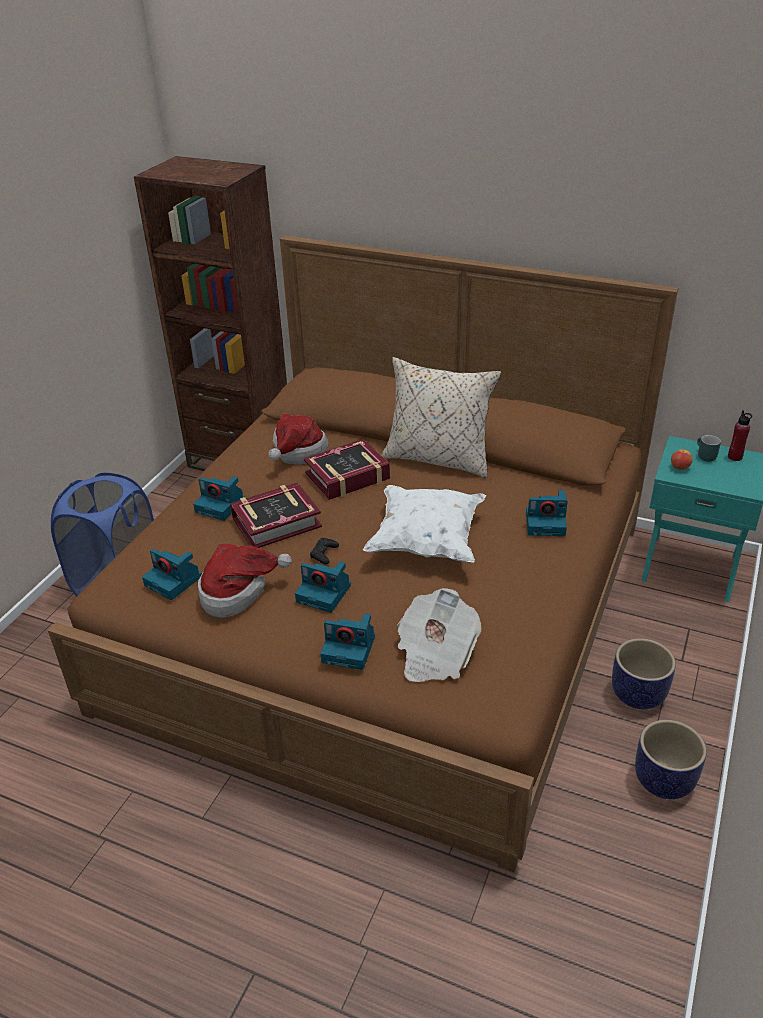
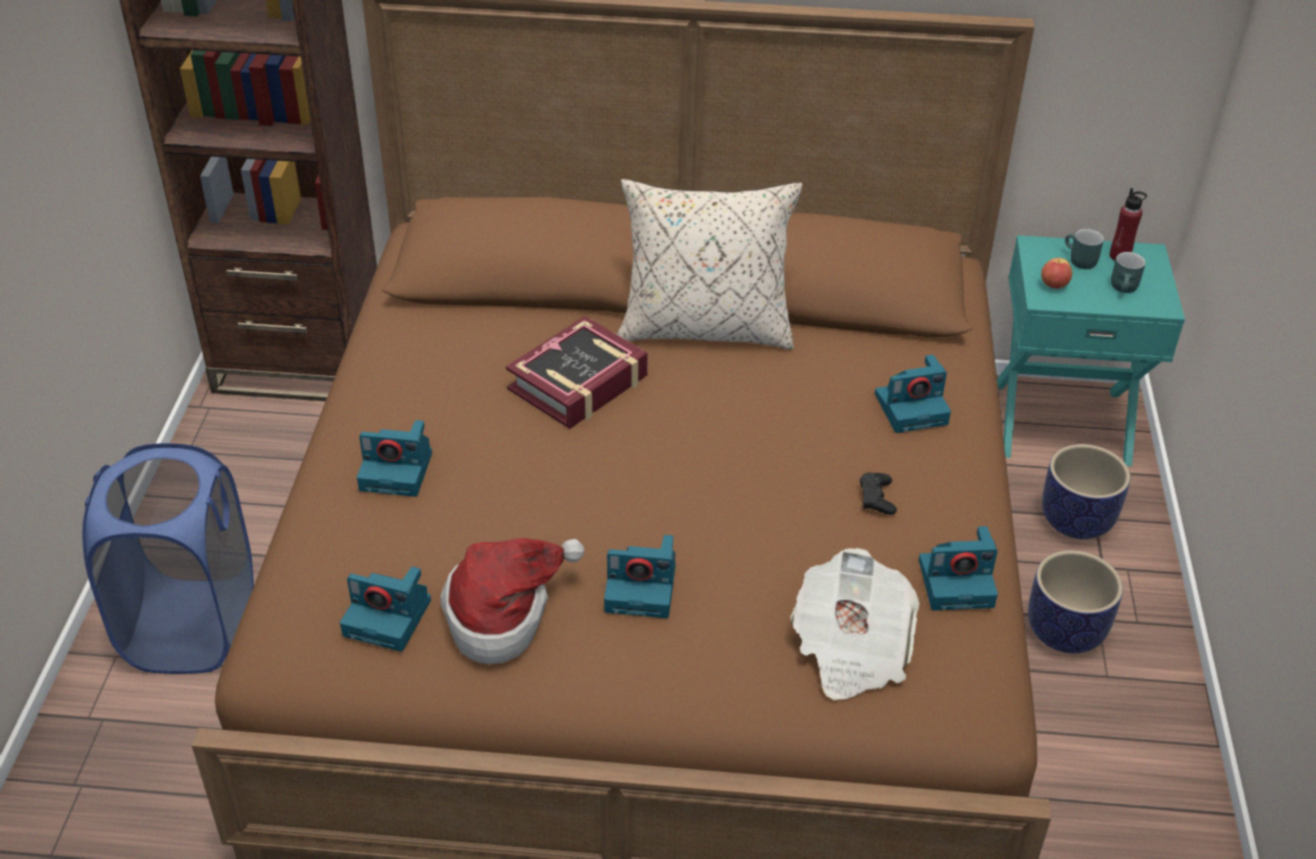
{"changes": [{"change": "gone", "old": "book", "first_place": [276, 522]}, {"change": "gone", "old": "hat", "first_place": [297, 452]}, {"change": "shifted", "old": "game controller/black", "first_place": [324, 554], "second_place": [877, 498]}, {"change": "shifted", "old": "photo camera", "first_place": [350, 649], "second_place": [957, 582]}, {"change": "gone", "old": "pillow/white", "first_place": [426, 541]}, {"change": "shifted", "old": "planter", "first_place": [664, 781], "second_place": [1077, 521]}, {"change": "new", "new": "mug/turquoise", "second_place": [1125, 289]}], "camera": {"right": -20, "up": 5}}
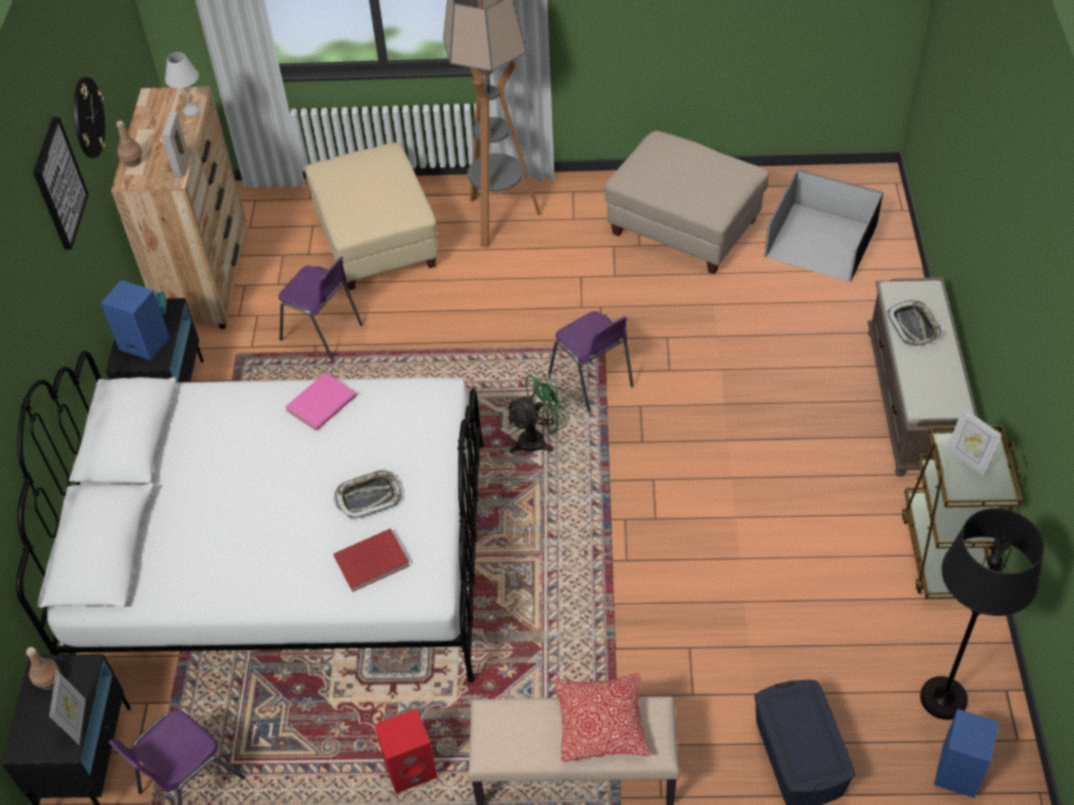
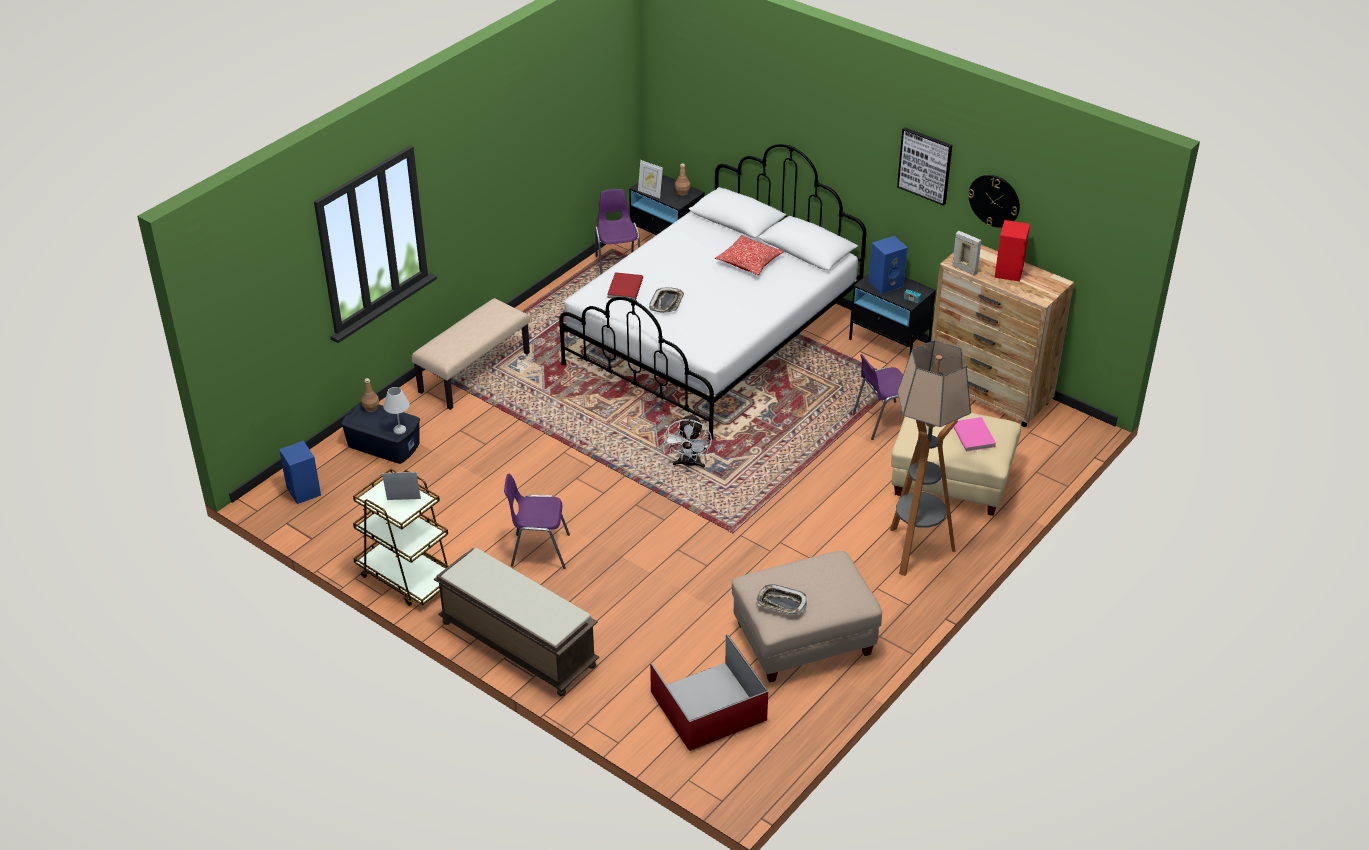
{"changes": [{"change": "shifted", "old": "bottle/brown", "first_place": [133, 161], "second_place": [371, 408]}, {"change": "shifted", "old": "table lamp/white", "first_place": [190, 111], "second_place": [400, 429]}, {"change": "shifted", "old": "book/pink", "first_place": [320, 403], "second_place": [974, 435]}, {"change": "shifted", "old": "speaker/red", "first_place": [411, 768], "second_place": [1009, 272]}, {"change": "repainted", "old": "fan/green", "new": "fan/white", "first_place": [538, 439], "second_place": [689, 464]}, {"change": "shifted", "old": "chair/purple", "first_place": [592, 381], "second_place": [538, 550]}, {"change": "shifted", "old": "pillow", "first_place": [601, 724], "second_place": [749, 262]}, {"change": "repainted", "old": "storage box/black", "new": "storage box/red", "first_place": [819, 240], "second_place": [709, 705]}, {"change": "shifted", "old": "tray", "first_place": [914, 326], "second_place": [781, 603]}, {"change": "gone", "old": "floor lamp/black", "first_place": [943, 699]}], "camera": {"right": 125, "up": -10}}
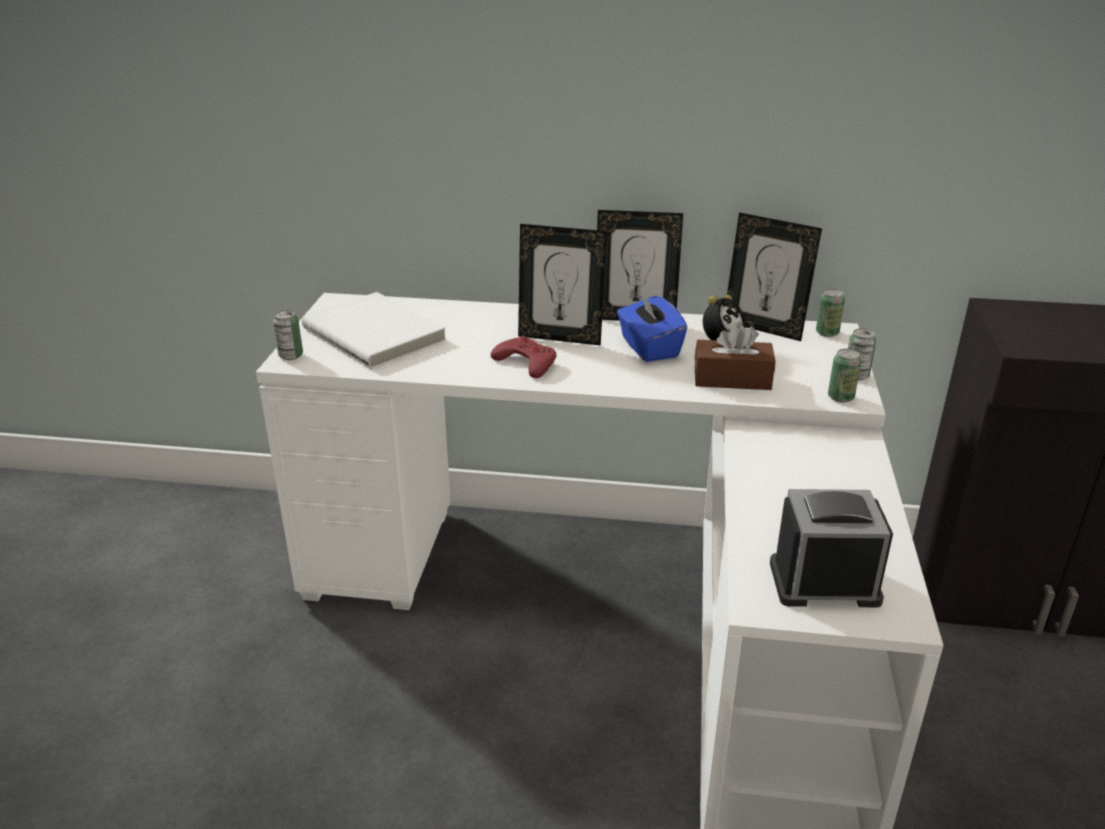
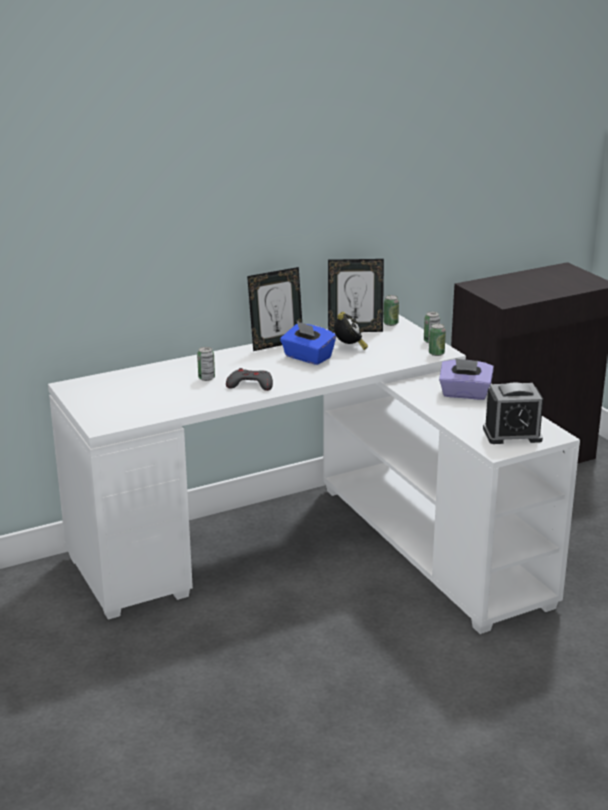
{"changes": [{"change": "shifted", "old": "can", "first_place": [291, 356], "second_place": [206, 378]}, {"change": "gone", "old": "book/white", "first_place": [376, 334]}, {"change": "repainted", "old": "game controller/red", "new": "game controller/grey", "first_place": [526, 363], "second_place": [250, 384]}, {"change": "gone", "old": "picture frame", "first_place": [560, 337]}, {"change": "gone", "old": "tissue box/brown", "first_place": [732, 379]}, {"change": "rotated", "old": "alarm clock", "first_place": [824, 582], "second_place": [512, 434], "degrees": -150}, {"change": "new", "new": "tissue box/purple", "second_place": [465, 394]}], "camera": {"right": -35, "up": -5}}
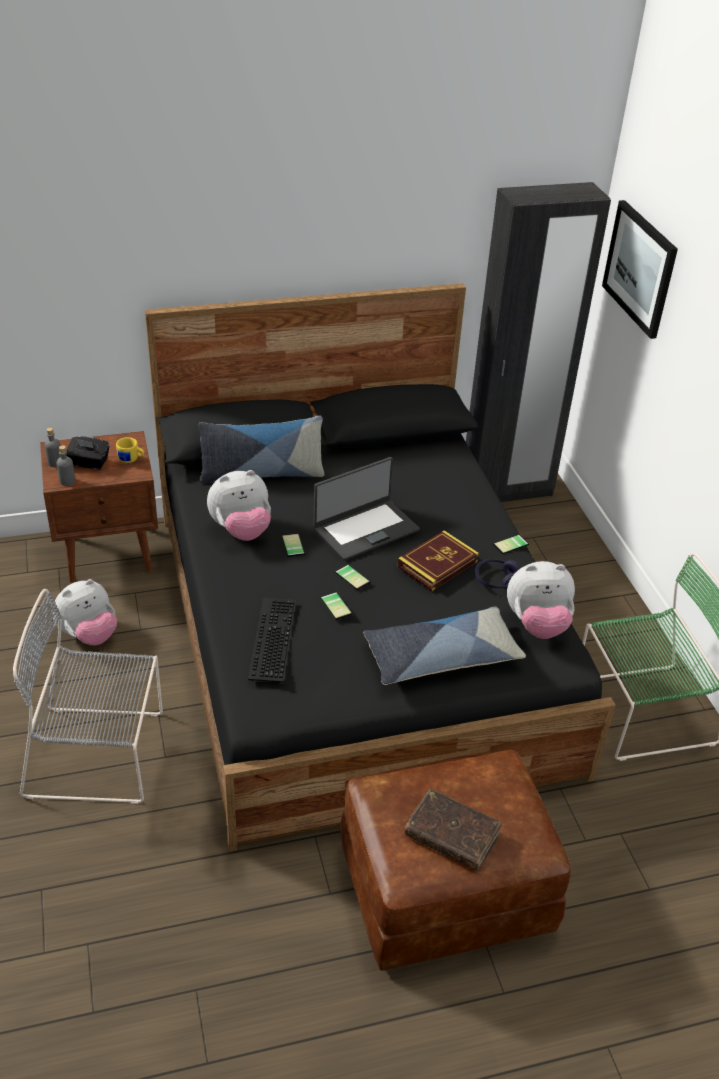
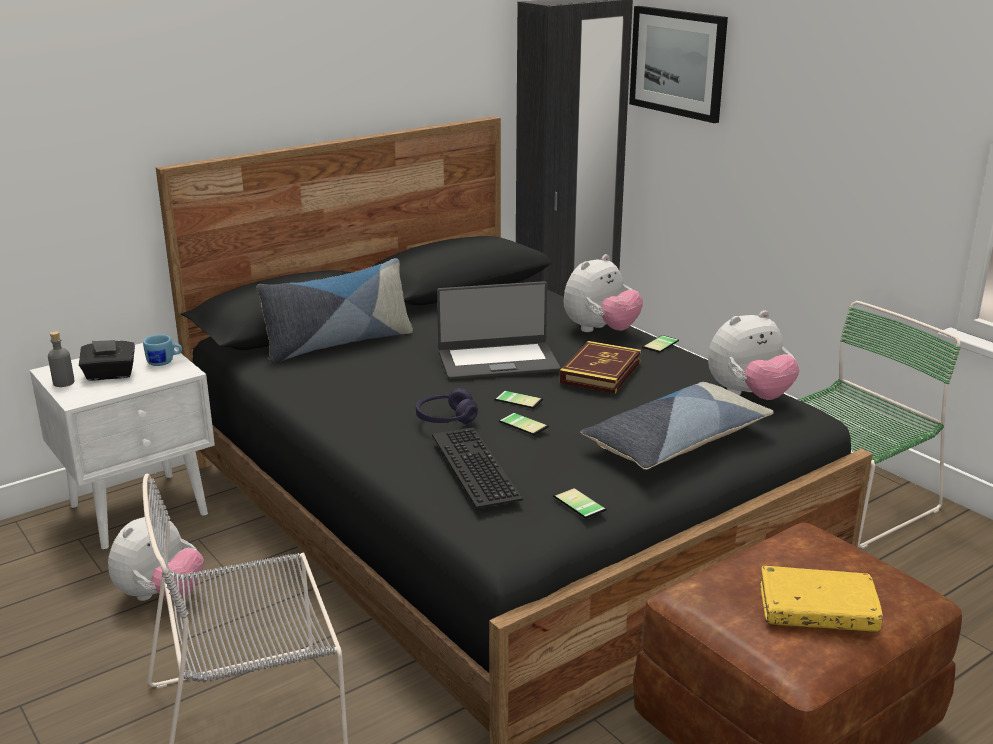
{"changes": [{"change": "repainted", "old": "nightstand/brown", "new": "nightstand/white", "first_place": [110, 553], "second_place": [141, 509]}, {"change": "gone", "old": "bottle/grey", "first_place": [67, 481]}, {"change": "repainted", "old": "mug/yellow", "new": "mug/blue", "first_place": [131, 459], "second_place": [164, 362]}, {"change": "shifted", "old": "plush toy", "first_place": [241, 531], "second_place": [600, 330]}, {"change": "shifted", "old": "phone", "first_place": [291, 545], "second_place": [577, 504]}, {"change": "rotated", "old": "laptop", "first_place": [365, 529], "second_place": [498, 361], "degrees": 45}, {"change": "repainted", "old": "book/brown", "new": "book/yellow", "first_place": [452, 835], "second_place": [817, 610]}, {"change": "shifted", "old": "headphones/purple", "first_place": [496, 580], "second_place": [446, 418]}], "camera": {"right": -20, "up": -15}}
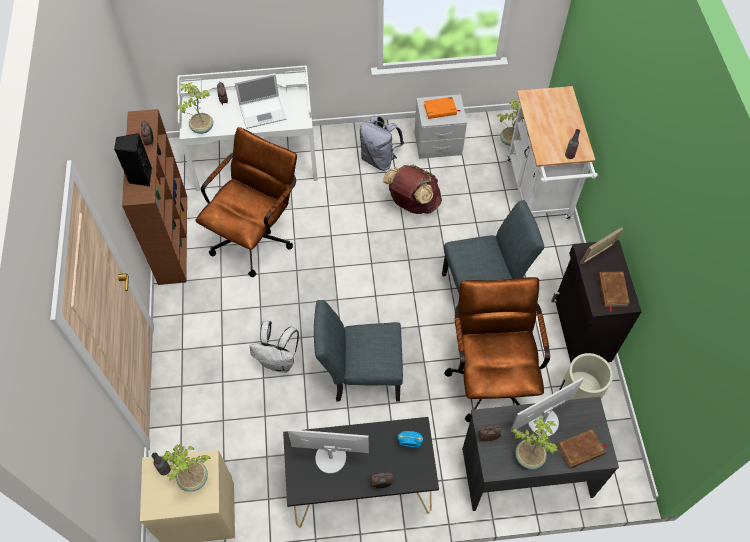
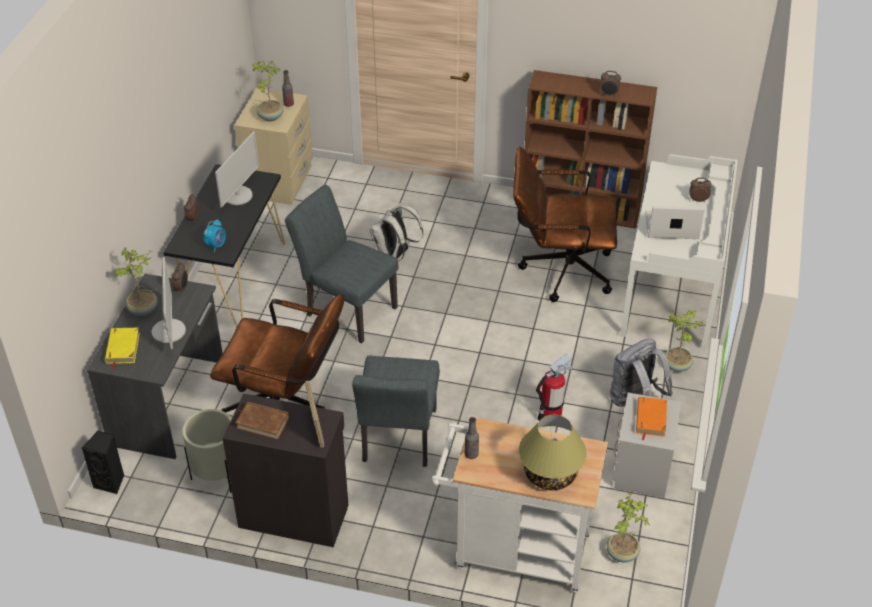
{"changes": [{"change": "shifted", "old": "speaker/black", "first_place": [140, 177], "second_place": [111, 482]}, {"change": "shifted", "old": "potted plant", "first_place": [201, 128], "second_place": [677, 365]}, {"change": "rotated", "old": "office chair/brown", "first_place": [256, 235], "second_place": [559, 270], "degrees": 135}, {"change": "rotated", "old": "laptop", "first_place": [263, 112], "second_place": [670, 226], "degrees": 90}, {"change": "rotated", "old": "chair/grey", "first_place": [360, 376], "second_place": [346, 308], "degrees": -75}, {"change": "swapped", "old": "backpack/brown", "new": "fire extinguisher", "first_place": [412, 203], "second_place": [550, 413]}, {"change": "repainted", "old": "book/brown", "new": "book/yellow", "first_place": [580, 450], "second_place": [122, 348]}, {"change": "new", "new": "table lamp", "second_place": [549, 474]}], "camera": {"right": 110, "up": -15}}
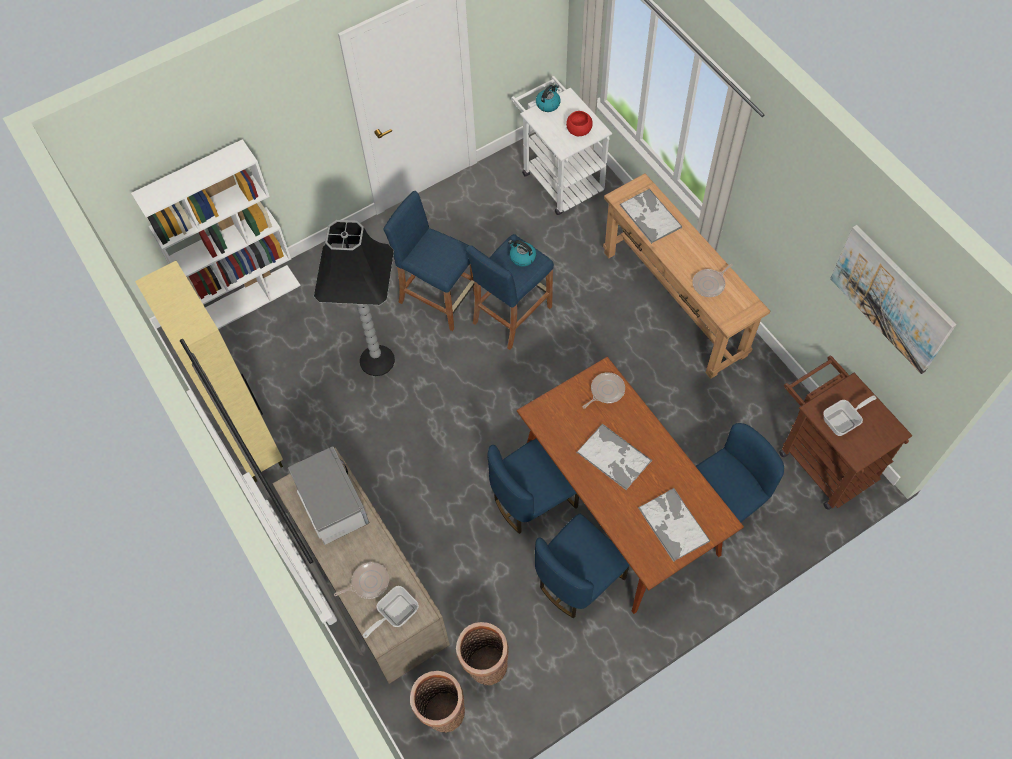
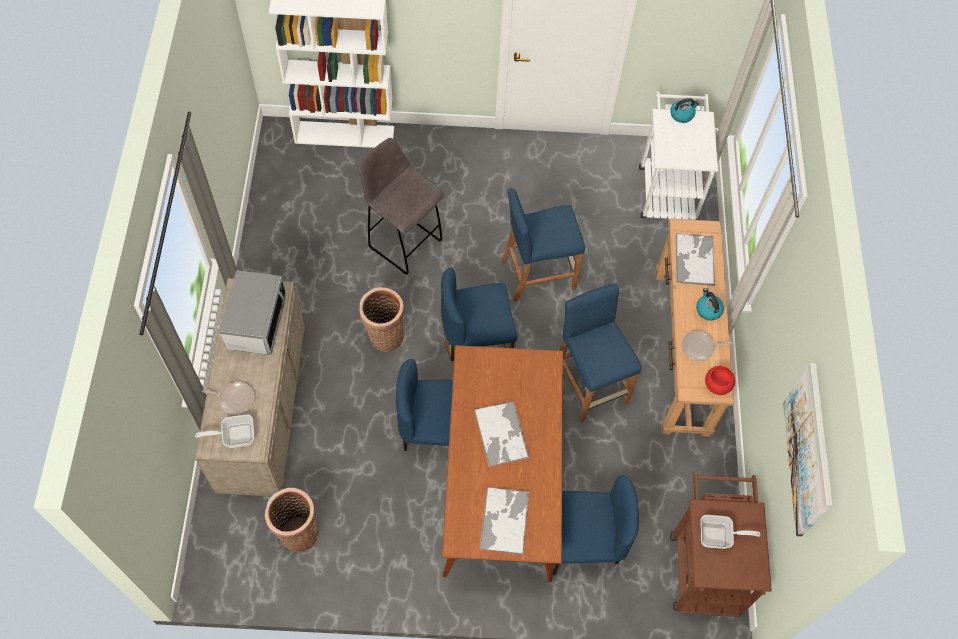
{"changes": [{"change": "gone", "old": "cabinet/beige", "first_place": [252, 445]}, {"change": "swapped", "old": "floor lamp/black", "new": "stool/grey", "first_place": [376, 360], "second_place": [403, 242]}, {"change": "shifted", "old": "stool/blue", "first_place": [439, 298], "second_place": [590, 384]}, {"change": "shifted", "old": "basket", "first_place": [441, 712], "second_place": [384, 335]}, {"change": "shifted", "old": "kettle", "first_place": [522, 257], "second_place": [708, 310]}, {"change": "shifted", "old": "chair/blue", "first_place": [578, 579], "second_place": [476, 338]}, {"change": "shifted", "old": "bowl/red", "first_place": [578, 130], "second_place": [717, 385]}, {"change": "gone", "old": "frying pan", "first_place": [605, 391]}], "camera": {"right": 30, "up": 0}}
